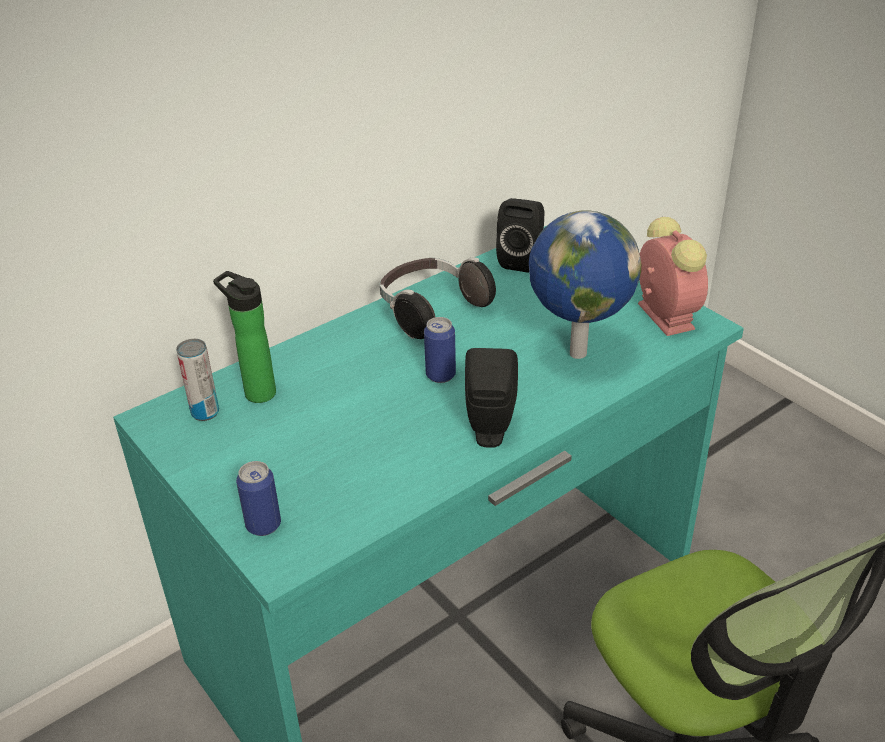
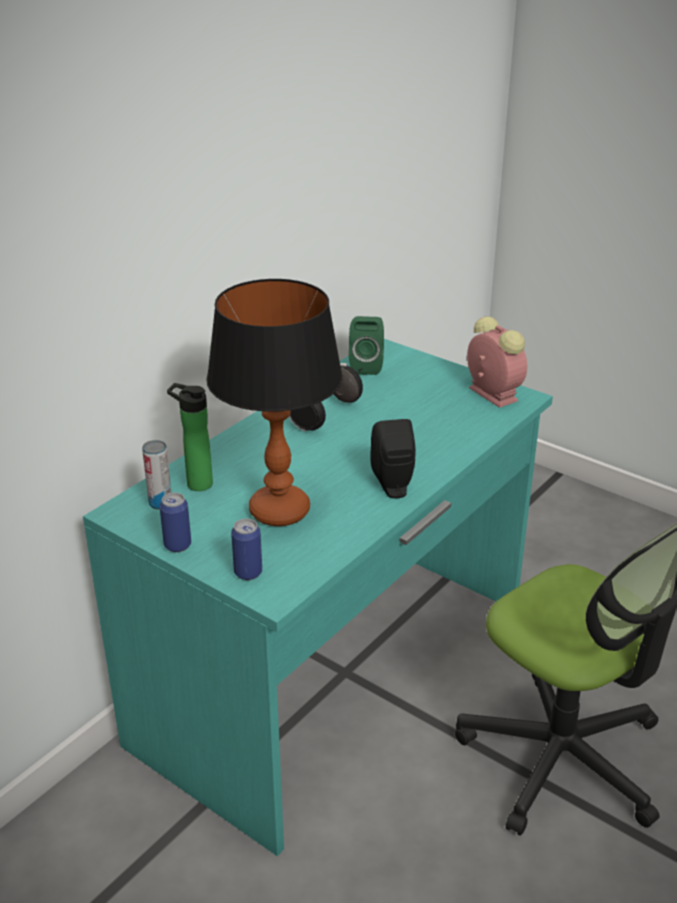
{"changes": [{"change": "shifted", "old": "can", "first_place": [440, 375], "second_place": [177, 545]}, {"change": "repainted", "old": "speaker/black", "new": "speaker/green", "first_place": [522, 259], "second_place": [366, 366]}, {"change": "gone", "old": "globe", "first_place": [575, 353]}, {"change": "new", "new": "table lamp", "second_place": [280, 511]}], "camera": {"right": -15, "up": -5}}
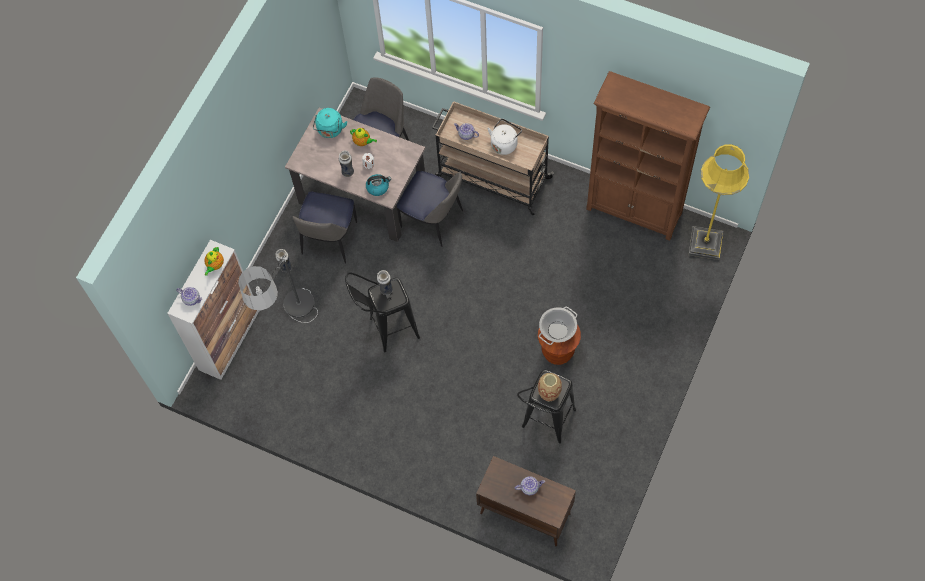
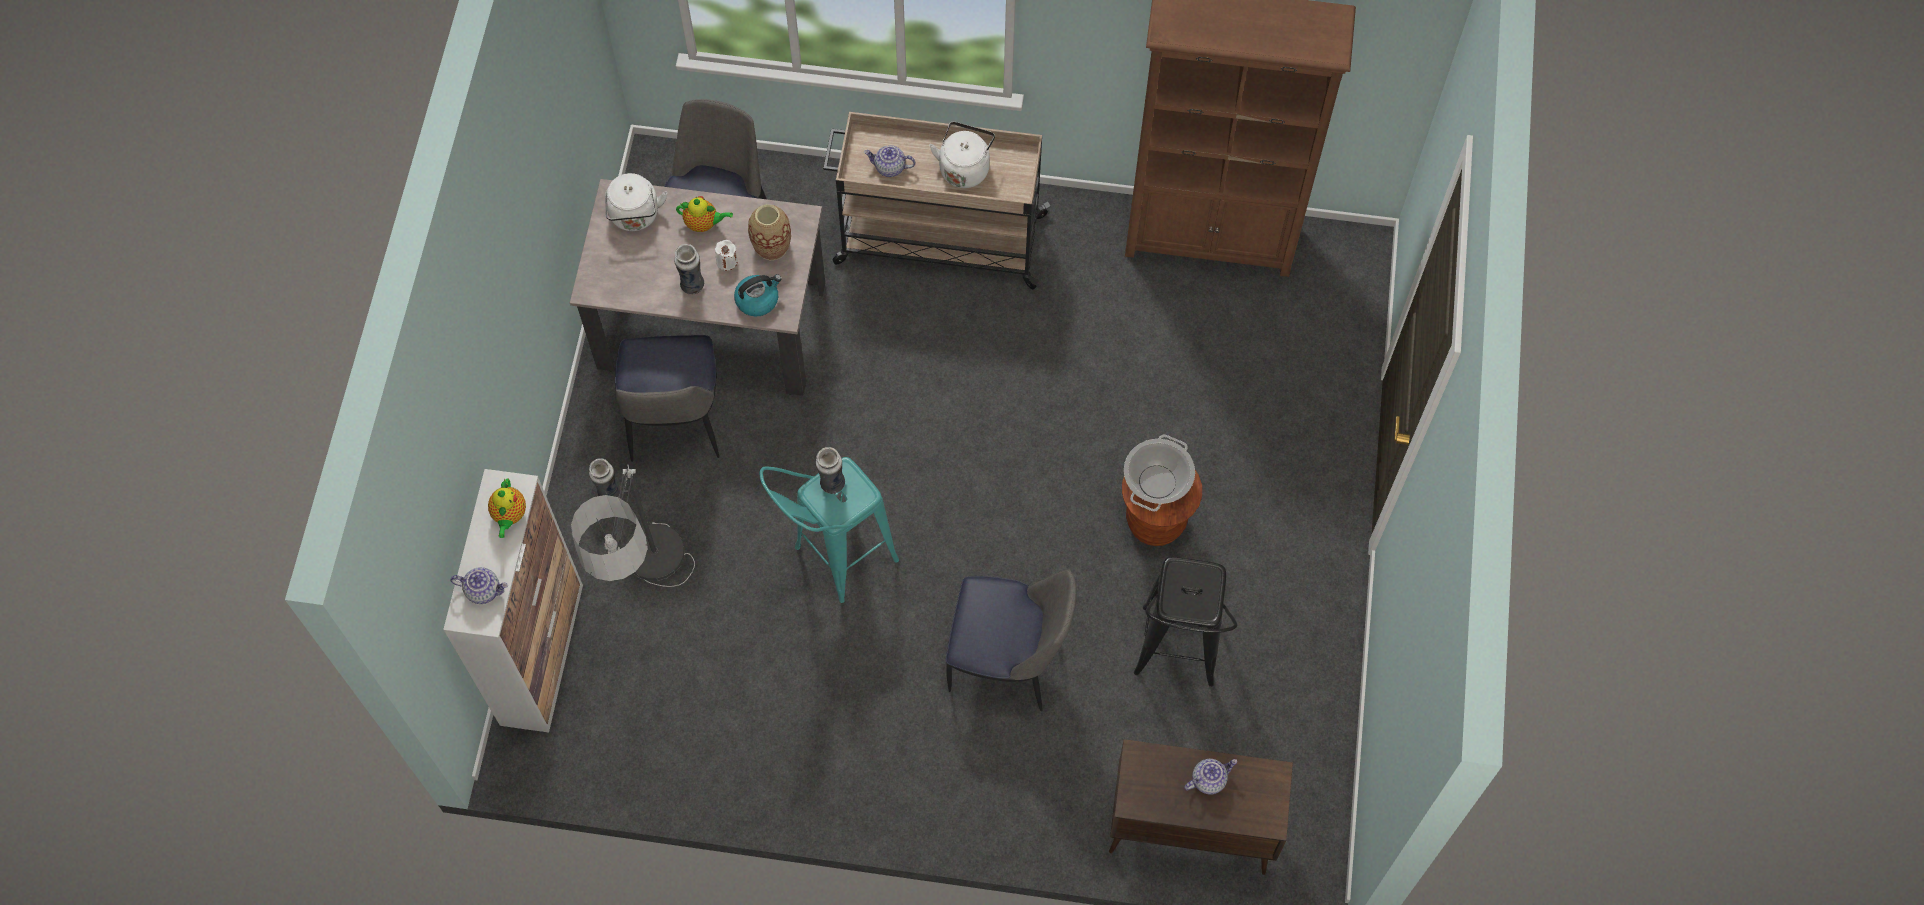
{"changes": [{"change": "repainted", "old": "kettle/turquoise", "new": "kettle/white", "first_place": [330, 130], "second_place": [635, 216]}, {"change": "repainted", "old": "stool/black", "new": "stool/turquoise", "first_place": [386, 331], "second_place": [834, 563]}, {"change": "shifted", "old": "chair", "first_place": [433, 220], "second_place": [1008, 661]}, {"change": "shifted", "old": "vase", "first_place": [549, 393], "second_place": [772, 247]}, {"change": "gone", "old": "floor lamp/yellow", "first_place": [705, 244]}], "camera": {"right": -20, "up": 0}}
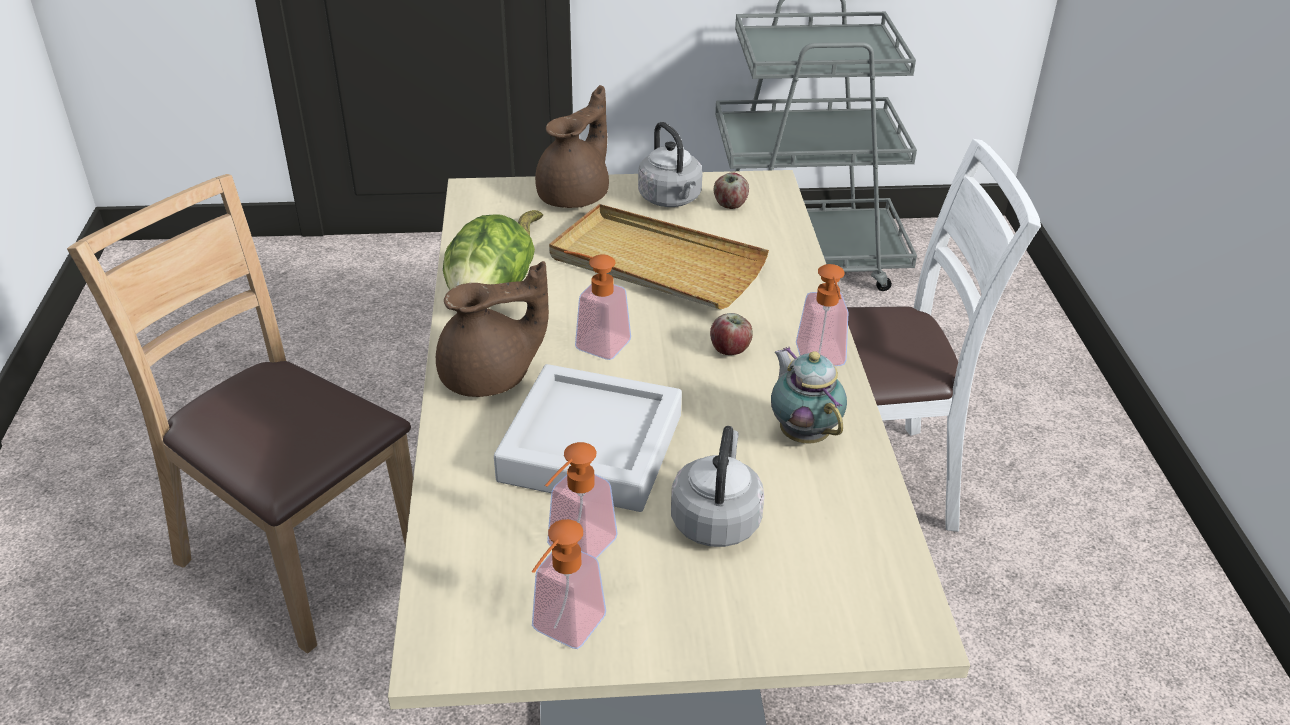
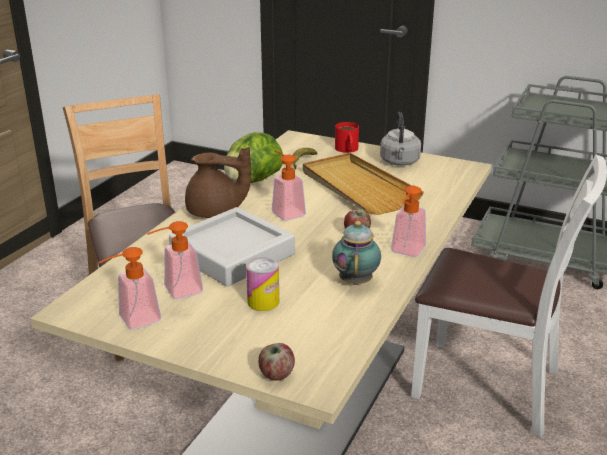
{"changes": [{"change": "swapped", "old": "teapot/brown", "new": "mug/red", "first_place": [576, 195], "second_place": [347, 150]}, {"change": "swapped", "old": "kettle/grey", "new": "can", "first_place": [716, 519], "second_place": [263, 302]}, {"change": "shifted", "old": "apple", "first_place": [730, 205], "second_place": [276, 375]}], "camera": {"right": 30, "up": -10}}
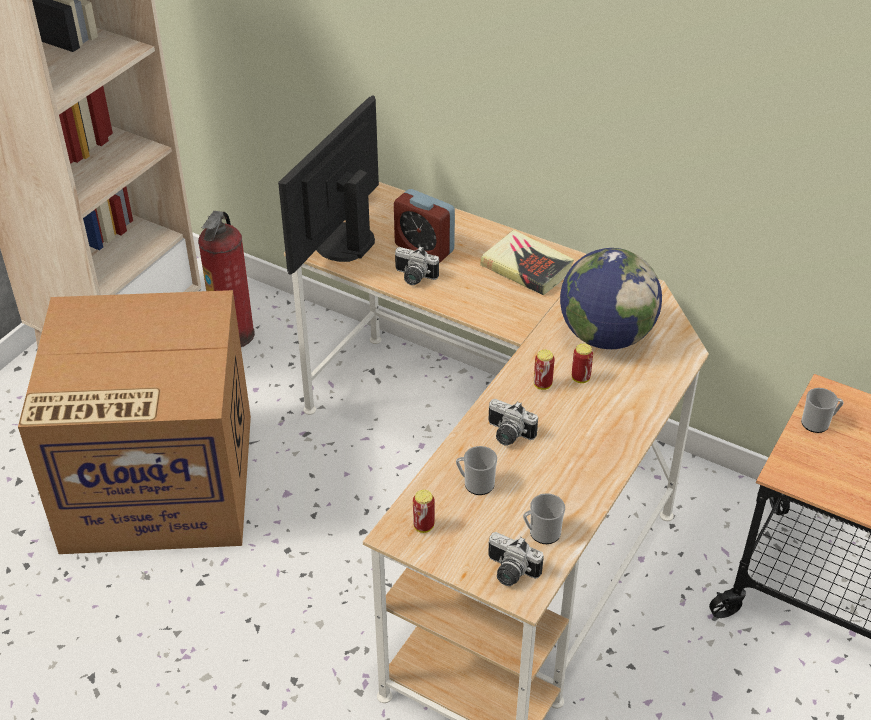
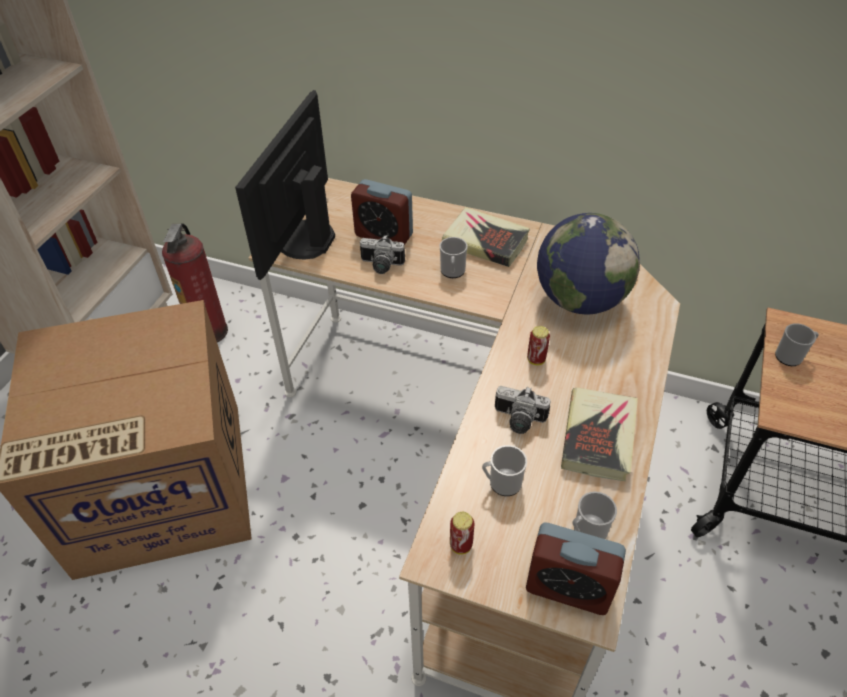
{"changes": [{"change": "swapped", "old": "photo camera", "new": "alarm clock", "first_place": [509, 572], "second_place": [568, 587]}, {"change": "gone", "old": "can", "first_place": [580, 378]}, {"change": "new", "new": "mug", "second_place": [452, 272]}, {"change": "new", "new": "book", "second_place": [598, 437]}], "camera": {"right": -10, "up": 5}}
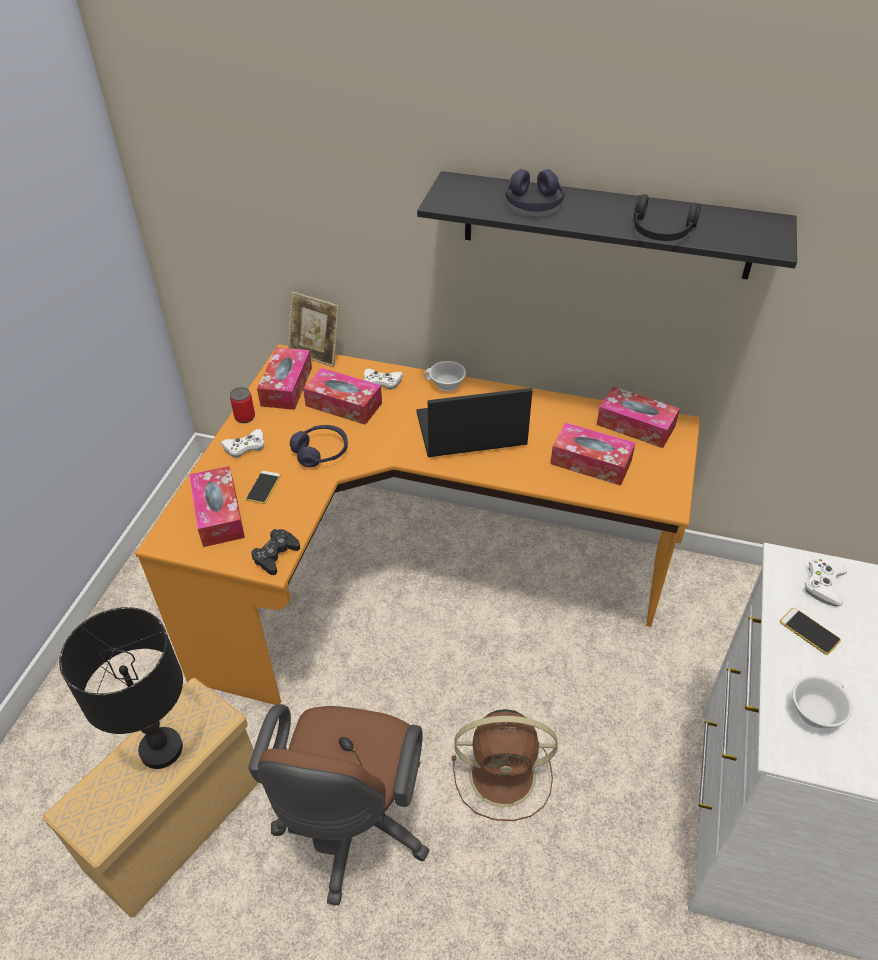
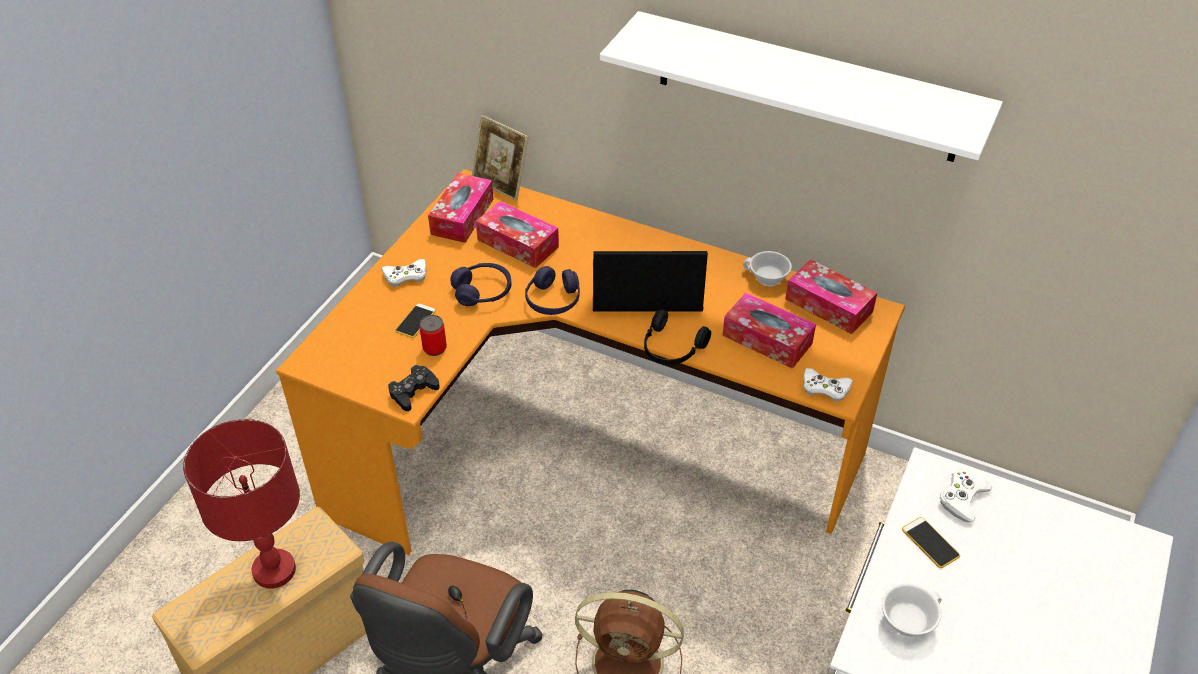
{"changes": [{"change": "repainted", "old": "table lamp/black", "new": "table lamp/red", "first_place": [162, 749], "second_place": [275, 570]}, {"change": "gone", "old": "tissue box", "first_place": [219, 514]}, {"change": "shifted", "old": "can", "first_place": [245, 417], "second_place": [434, 348]}, {"change": "shifted", "old": "game controller/white", "first_place": [382, 381], "second_place": [825, 388]}, {"change": "repainted", "old": "shelf/black", "new": "shelf/white", "first_place": [606, 225], "second_place": [806, 87]}, {"change": "shifted", "old": "cup/white", "first_place": [445, 385], "second_place": [766, 278]}, {"change": "shifted", "old": "headphones/purple", "first_place": [533, 204], "second_place": [553, 300]}, {"change": "shifted", "old": "headphones/black", "first_place": [661, 232], "second_place": [671, 348]}], "camera": {"right": 10, "up": 0}}
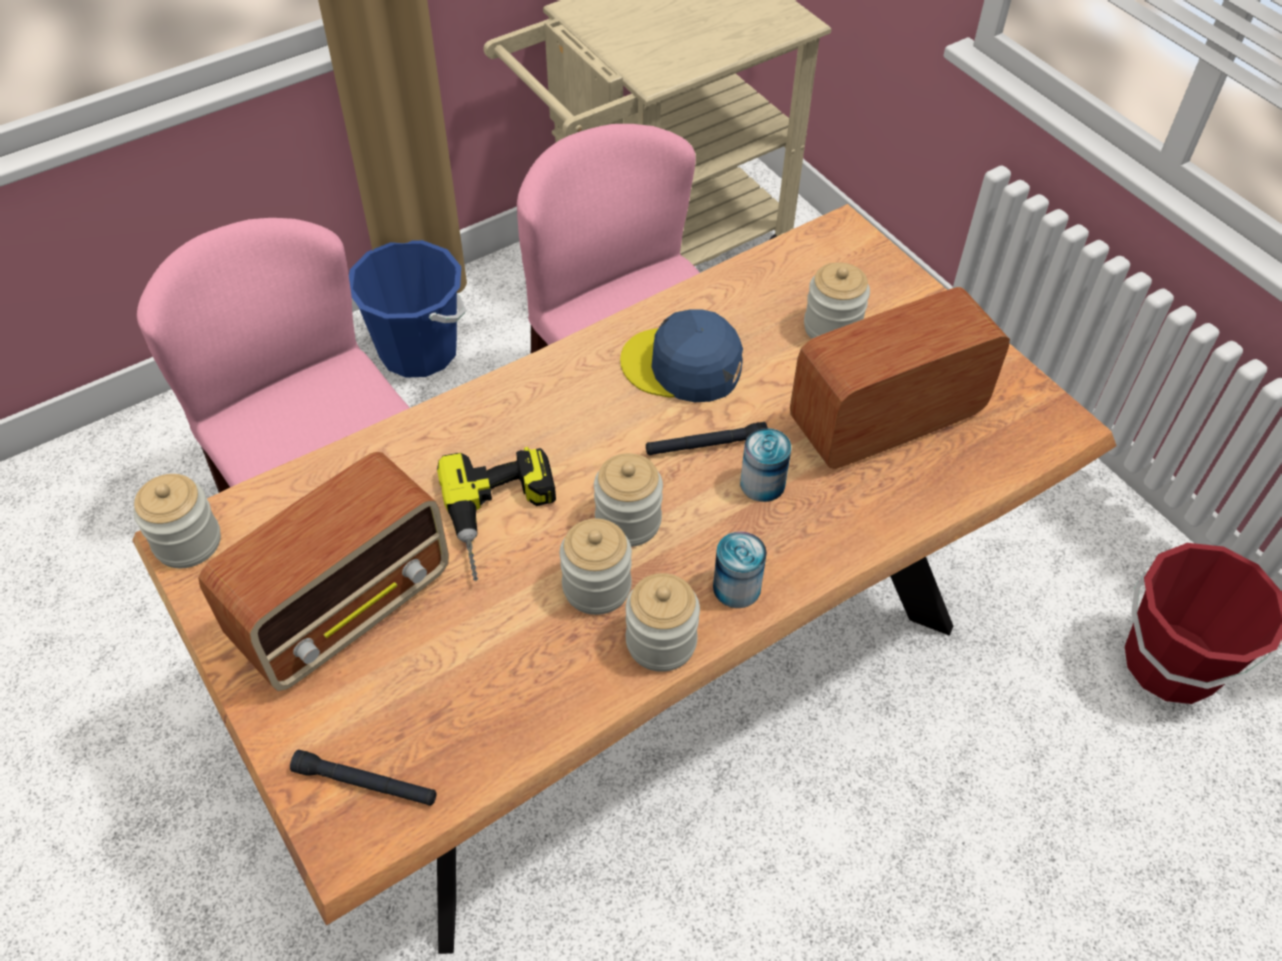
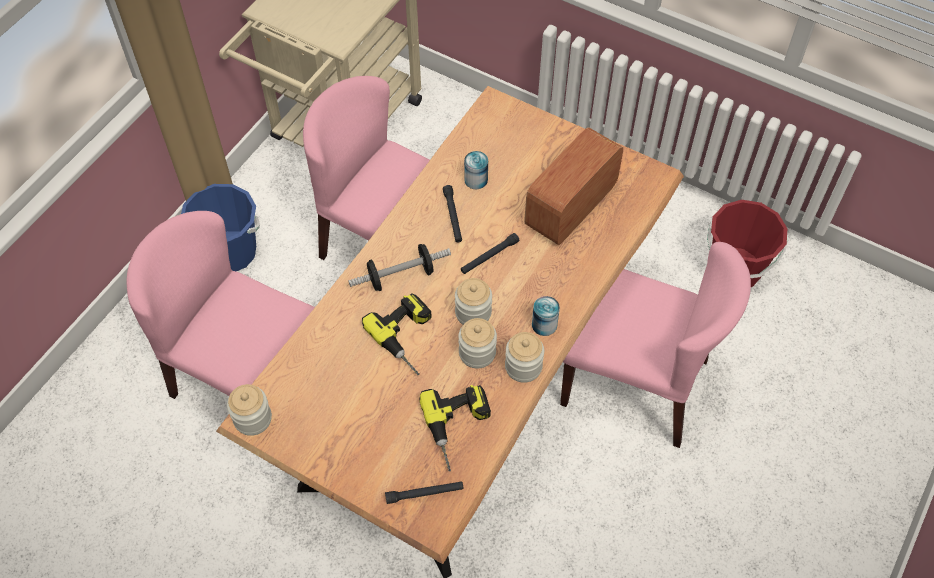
{"changes": [{"change": "gone", "old": "radio", "first_place": [346, 607]}, {"change": "swapped", "old": "cap/blue", "new": "flashlight/black", "first_place": [683, 366], "second_place": [453, 217]}, {"change": "shifted", "old": "can", "first_place": [762, 483], "second_place": [476, 180]}, {"change": "gone", "old": "jar", "first_place": [832, 327]}, {"change": "new", "new": "dumbbell", "second_place": [400, 276]}, {"change": "new", "new": "power drill", "second_place": [460, 428]}, {"change": "new", "new": "chair/pink", "second_place": [636, 382]}], "camera": {"right": -25, "up": 5}}
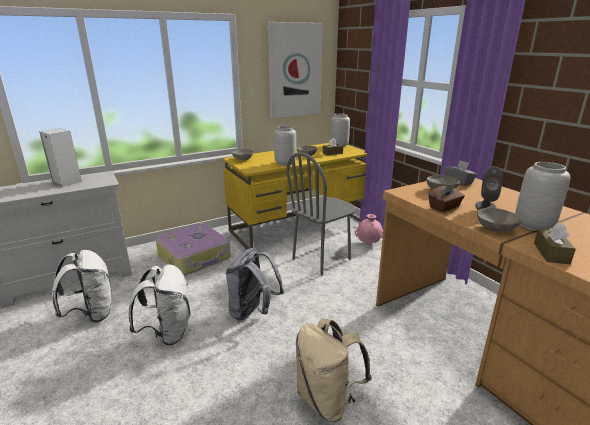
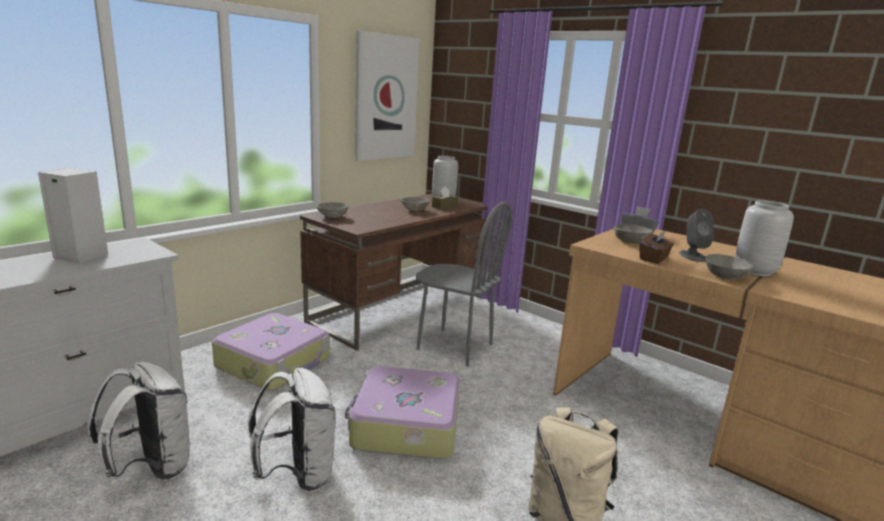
{"changes": [{"change": "repainted", "old": "desk/yellow", "new": "desk/brown", "first_place": [299, 227], "second_place": [400, 309]}, {"change": "swapped", "old": "backpack/grey", "new": "suitcase", "first_place": [253, 312], "second_place": [405, 426]}, {"change": "gone", "old": "vase/grey", "first_place": [285, 163]}, {"change": "rotated", "old": "chair/grey", "first_place": [321, 259], "second_place": [454, 347], "degrees": -90}, {"change": "gone", "old": "vase/pink", "first_place": [369, 243]}, {"change": "gone", "old": "tissue box/brown", "first_place": [551, 253]}], "camera": {"right": -20, "up": -5}}
